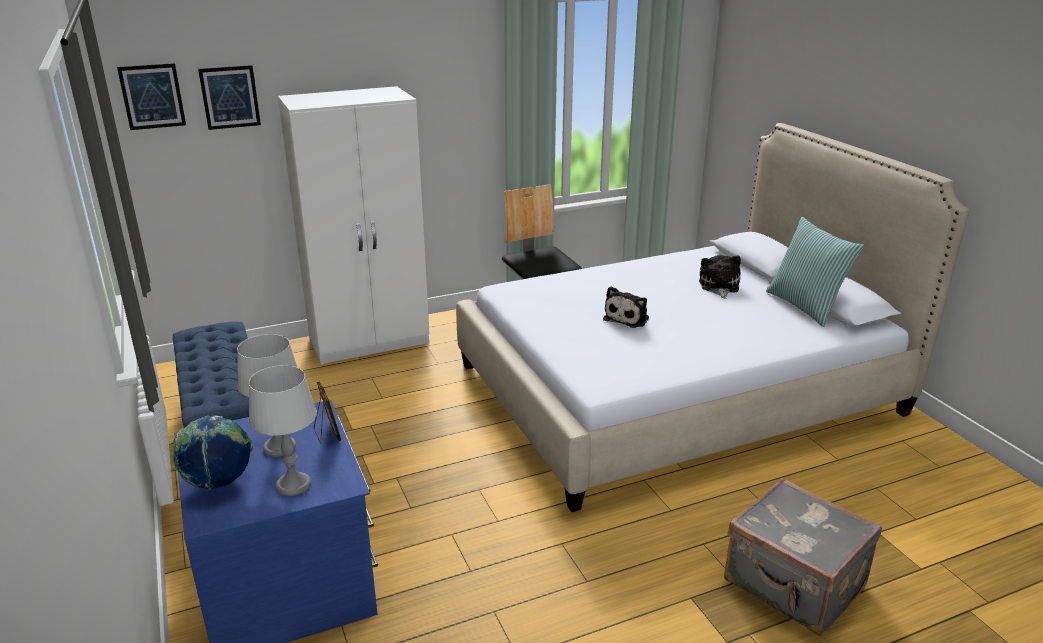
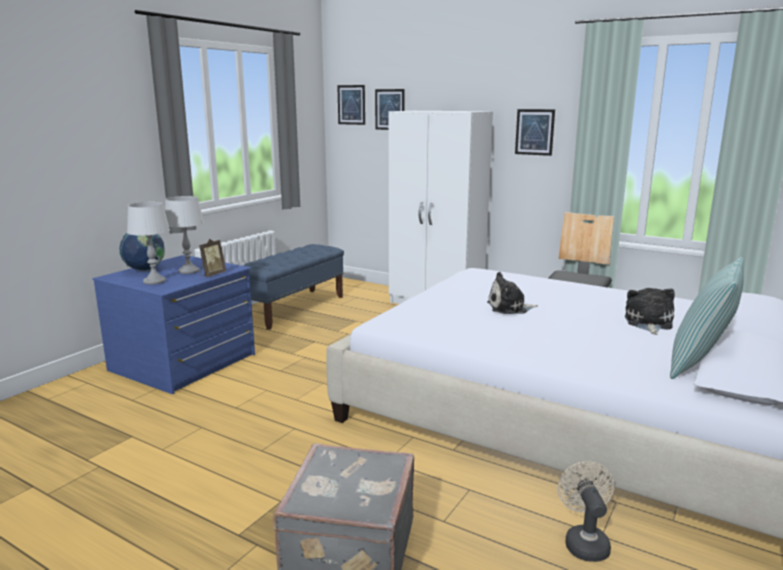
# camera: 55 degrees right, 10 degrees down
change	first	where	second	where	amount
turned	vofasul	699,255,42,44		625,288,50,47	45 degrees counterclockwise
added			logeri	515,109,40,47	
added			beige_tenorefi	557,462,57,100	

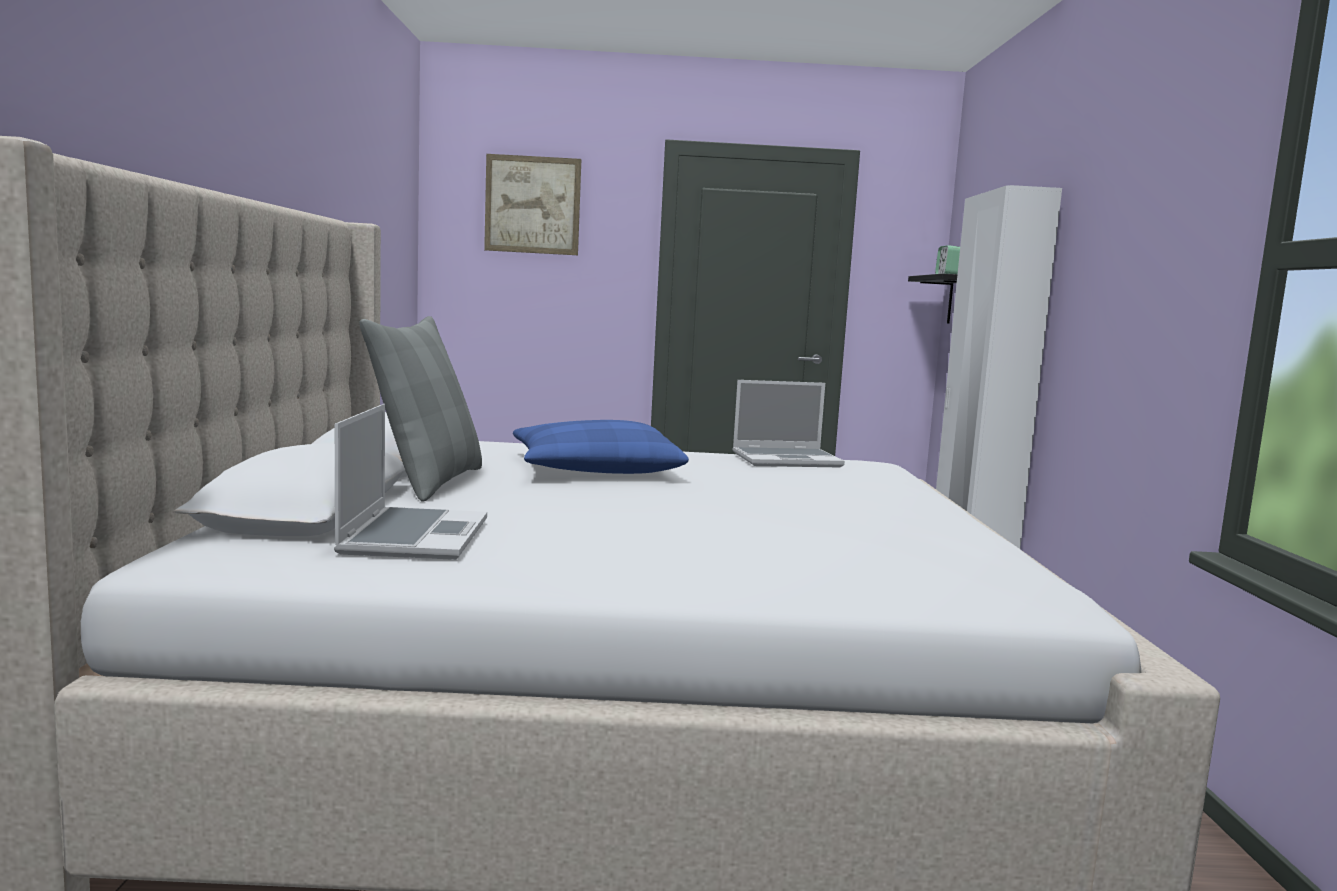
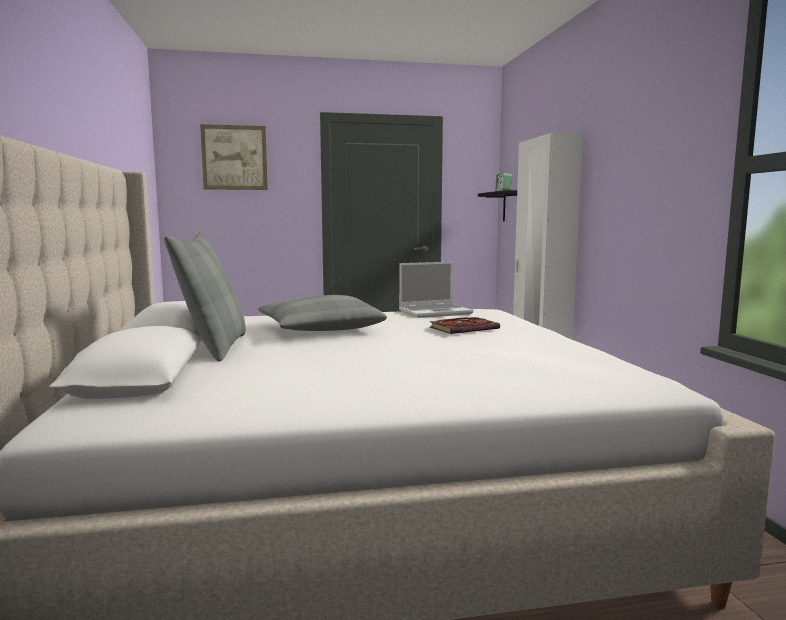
# camera: 10 degrees left, 0 degrees up
change	first	where	second	where	amount
removed	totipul	334,404,153,156			
recoloured	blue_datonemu	513,420,176,54	grey_datonemu	258,295,129,36	
added			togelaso	429,317,71,17	

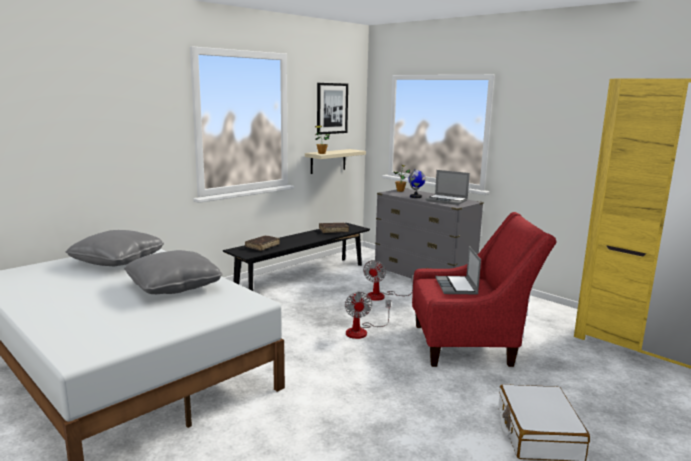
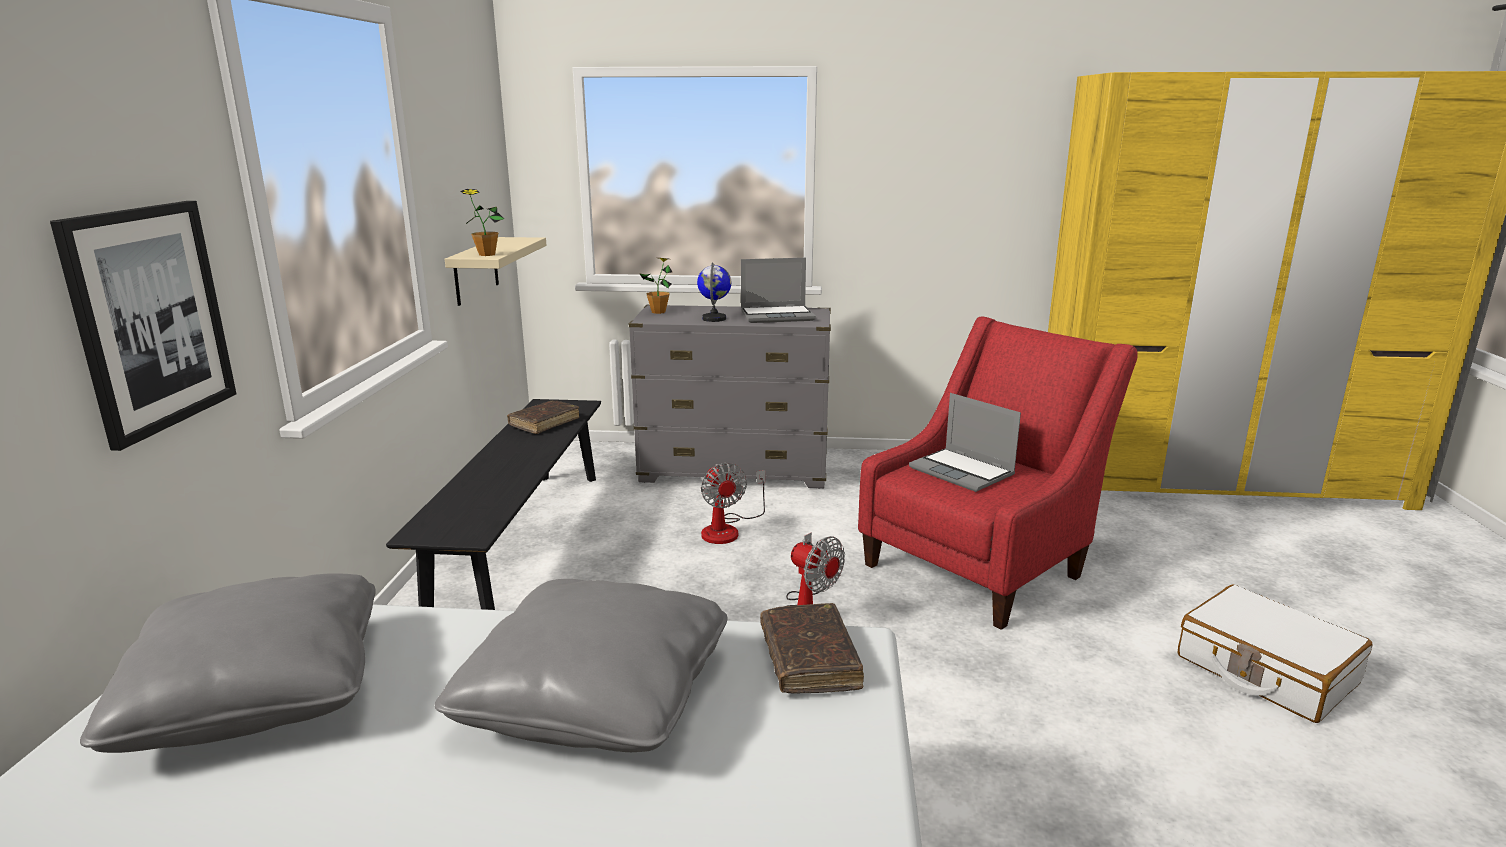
# camera: 40 degrees left, 5 degrees up
change	first	where	second	where	amount
moved	brown_togelaso	245,236,35,15		760,603,104,90	
moved	logeri	317,83,31,52		50,201,186,250	

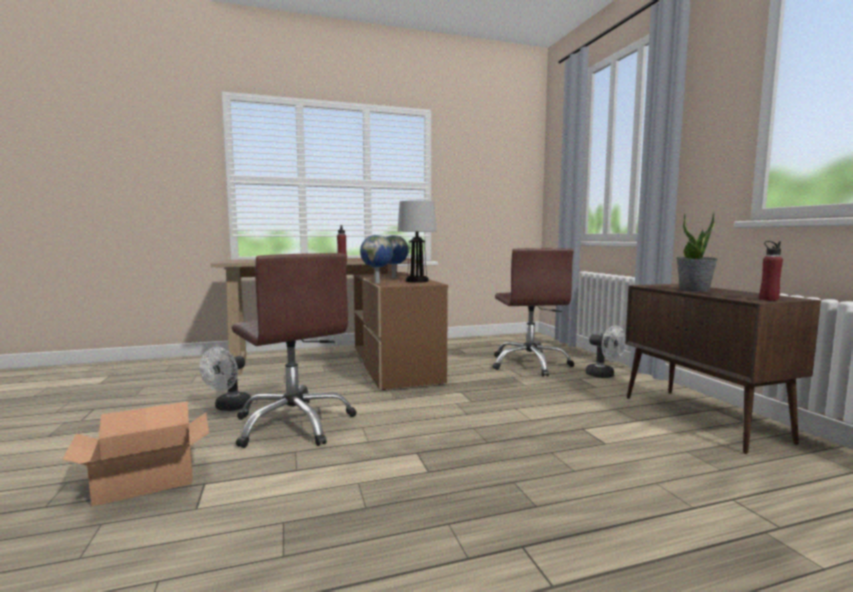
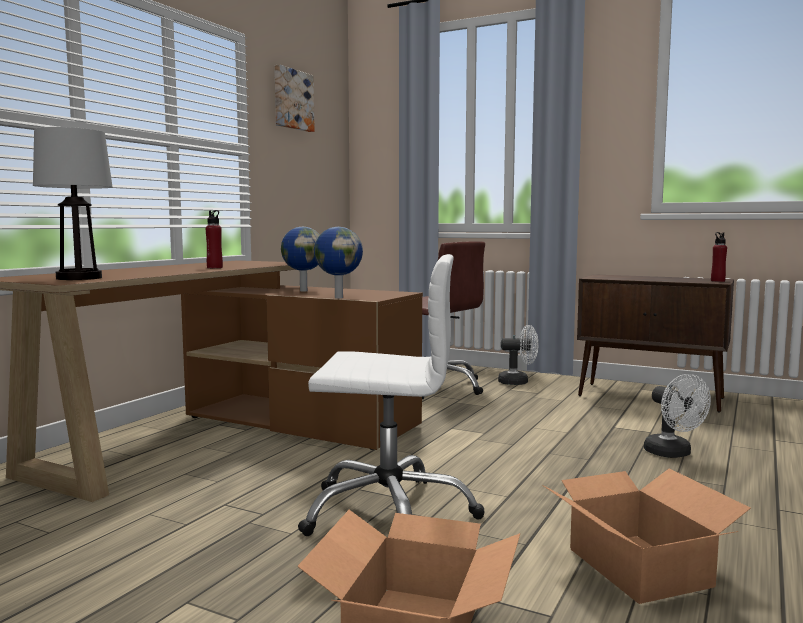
# camera: 45 degrees left, 0 degrees up
change	first	where	second	where	amount
moved	white_tenorefi	200,347,51,64		644,374,67,84	
recoloured	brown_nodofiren	232,253,124,195	white_nodofiren	298,254,187,282	
moved	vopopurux	397,200,39,83		33,127,79,153	
removed	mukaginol	676,210,42,82			
added			logeri	274,64,41,68	
added			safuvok	542,468,209,136	

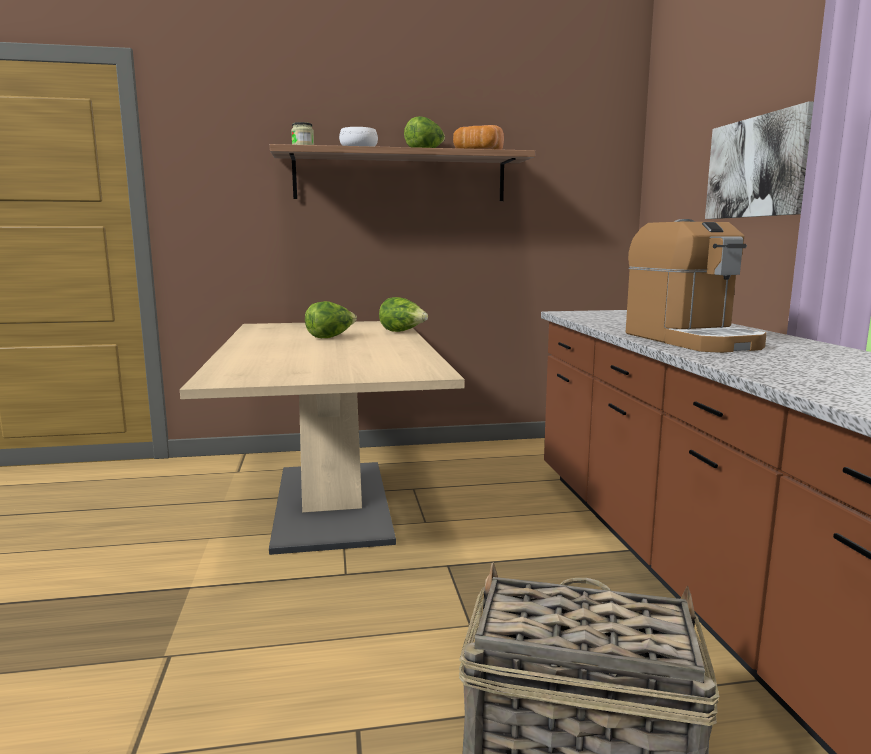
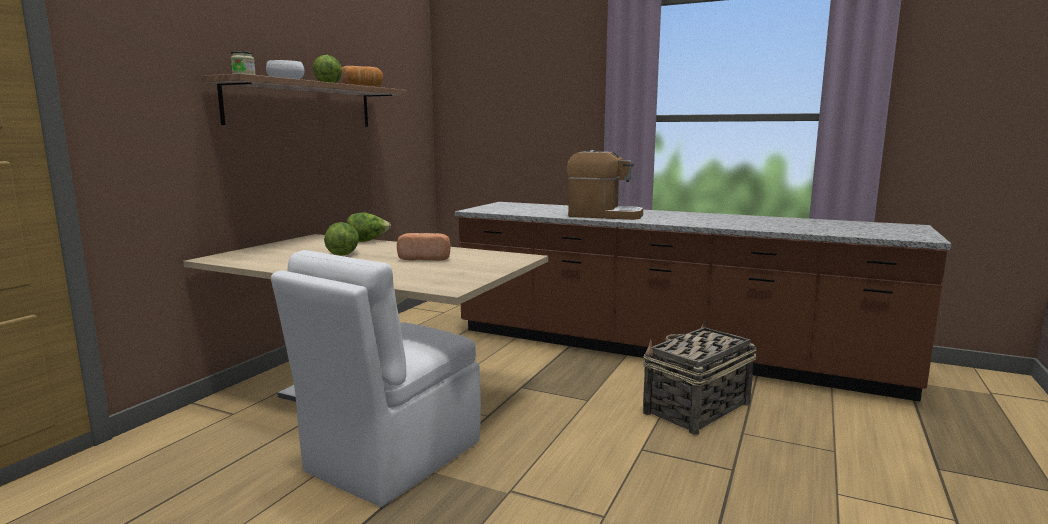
# camera: 55 degrees left, 0 degrees up
change	first	where	second	where	amount
removed	logeri	705,101,109,118			
added			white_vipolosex	271,250,210,257	
added			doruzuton	397,233,53,28	

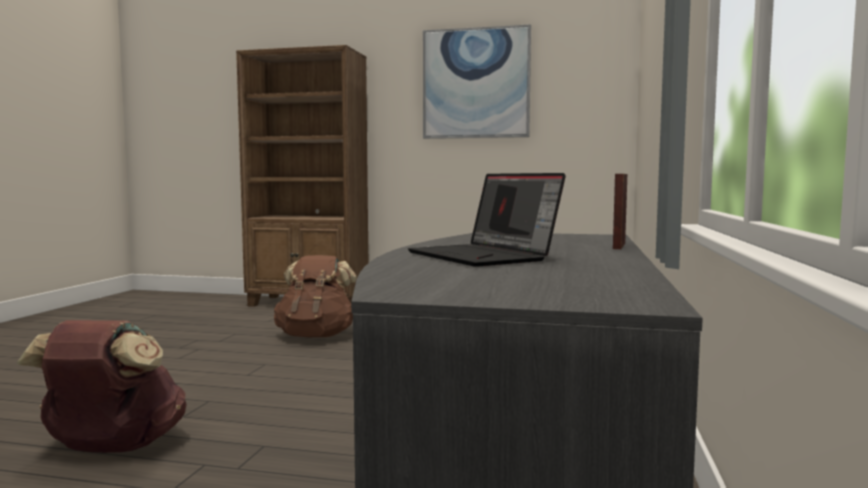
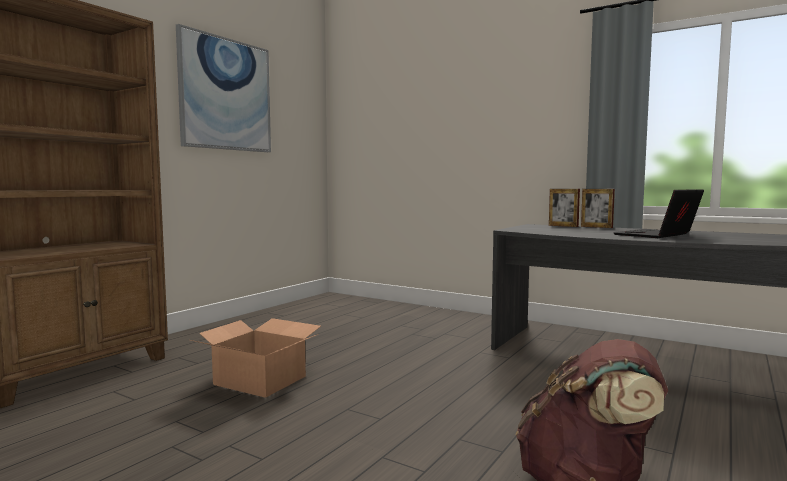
# camera: 70 degrees left, 0 degrees up
change	first	where	second	where	amount
replaced	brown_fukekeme	274,255,83,82	safuvok	191,318,130,80	
turned	totipul	408,173,158,94		613,189,91,49	150 degrees clockwise
added			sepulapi	549,189,31,38	

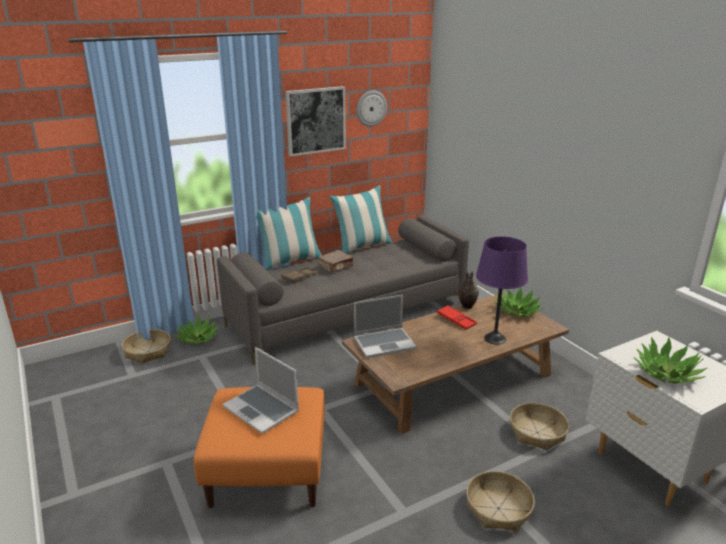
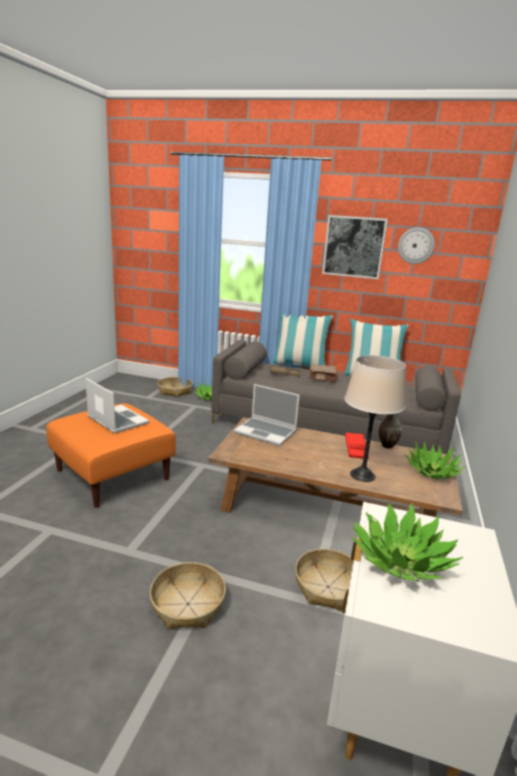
# camera: 45 degrees right, 5 degrees down
change	first	where	second	where	amount
turned	totipul	222,347,77,87		85,378,64,56	135 degrees clockwise
recoloured	purple_vopopurux	476,236,52,109	beige_vopopurux	344,355,62,127	

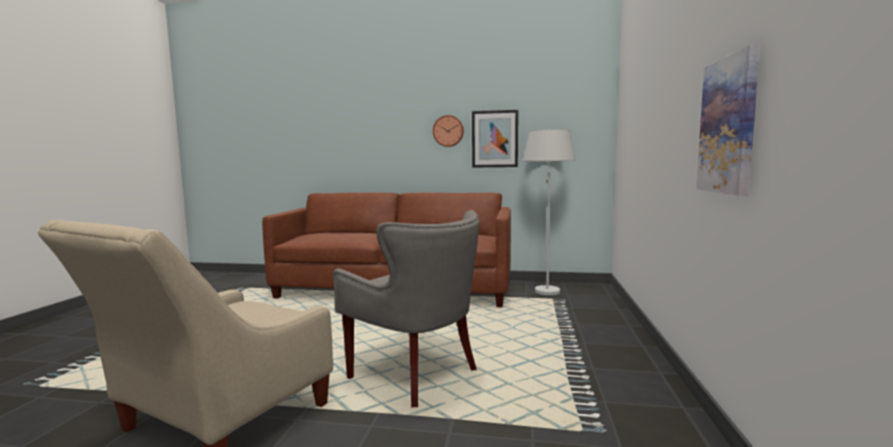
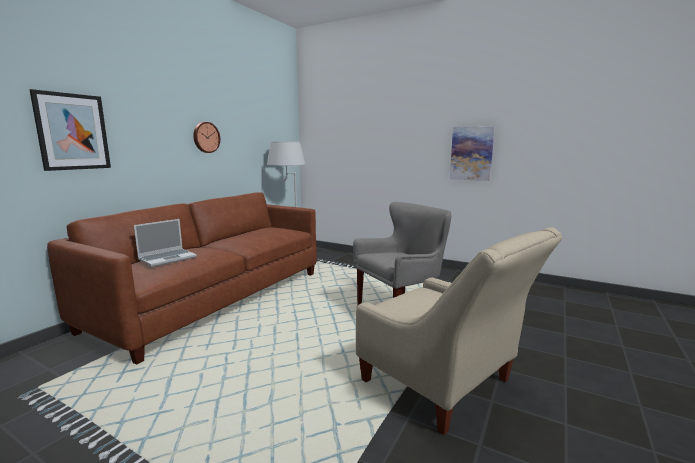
# camera: 70 degrees left, 5 degrees up
change	first	where	second	where	amount
moved	logeri	472,110,46,58		29,89,82,82	
added			totipul	134,219,63,48	

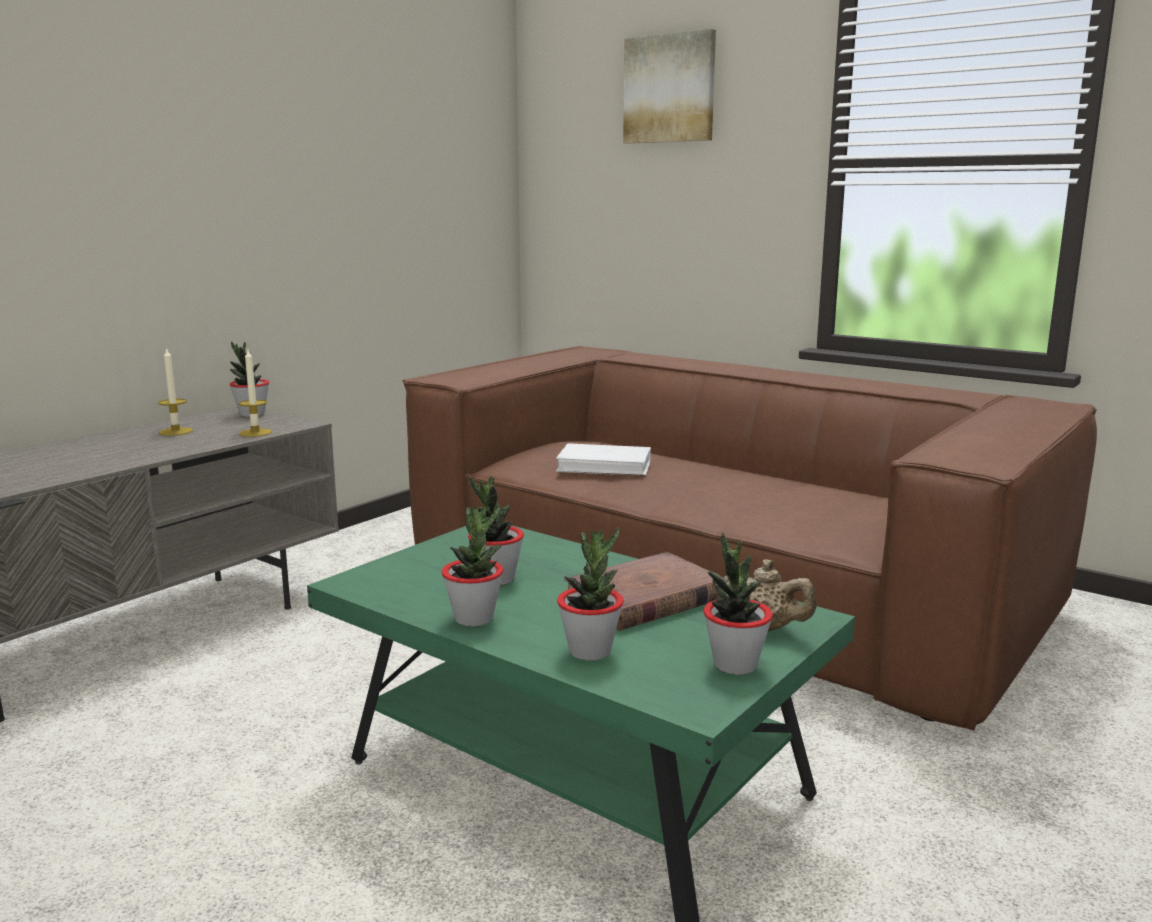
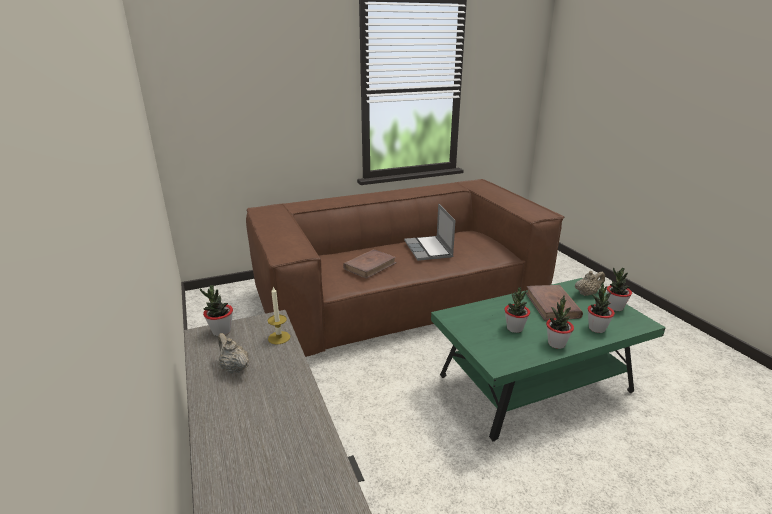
# camera: 60 degrees left, 10 degrees up
change	first	where	second	where	amount
replaced	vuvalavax	158,347,35,89	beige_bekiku	218,333,31,40	
recoloured	white_togelaso	556,443,95,33	brown_togelaso	343,249,54,30	
removed	logeri	623,29,93,115			
added			totipul	404,204,52,57	

